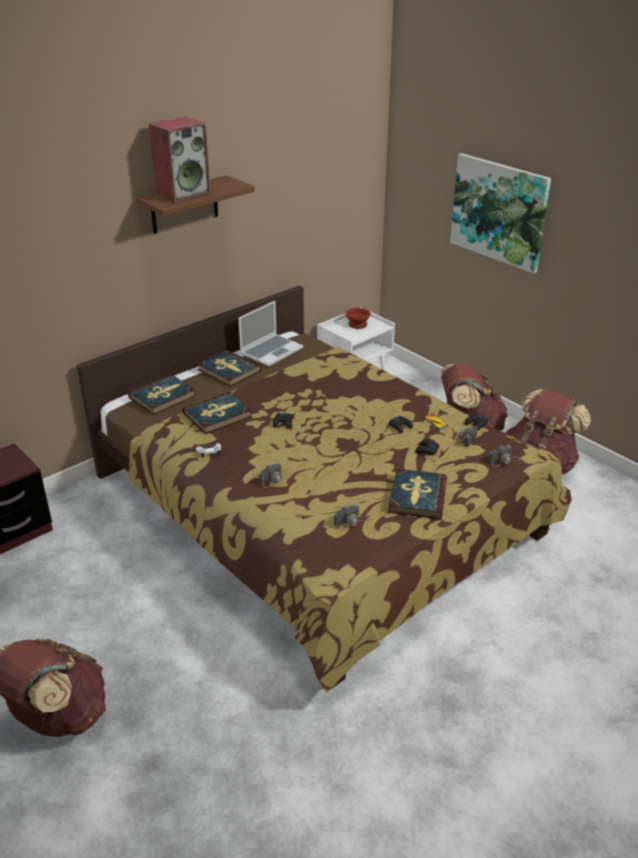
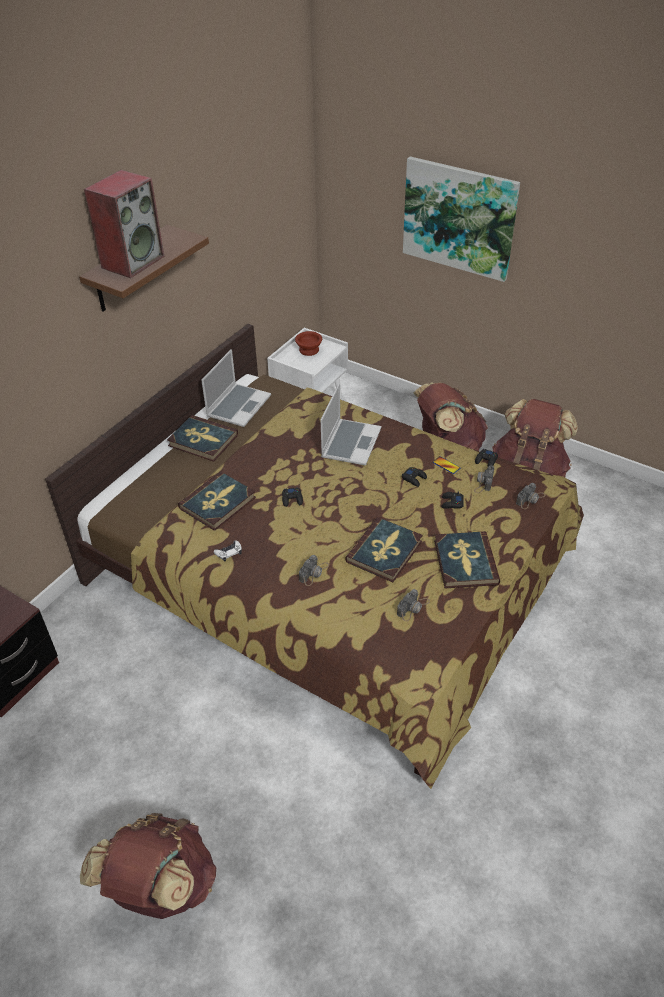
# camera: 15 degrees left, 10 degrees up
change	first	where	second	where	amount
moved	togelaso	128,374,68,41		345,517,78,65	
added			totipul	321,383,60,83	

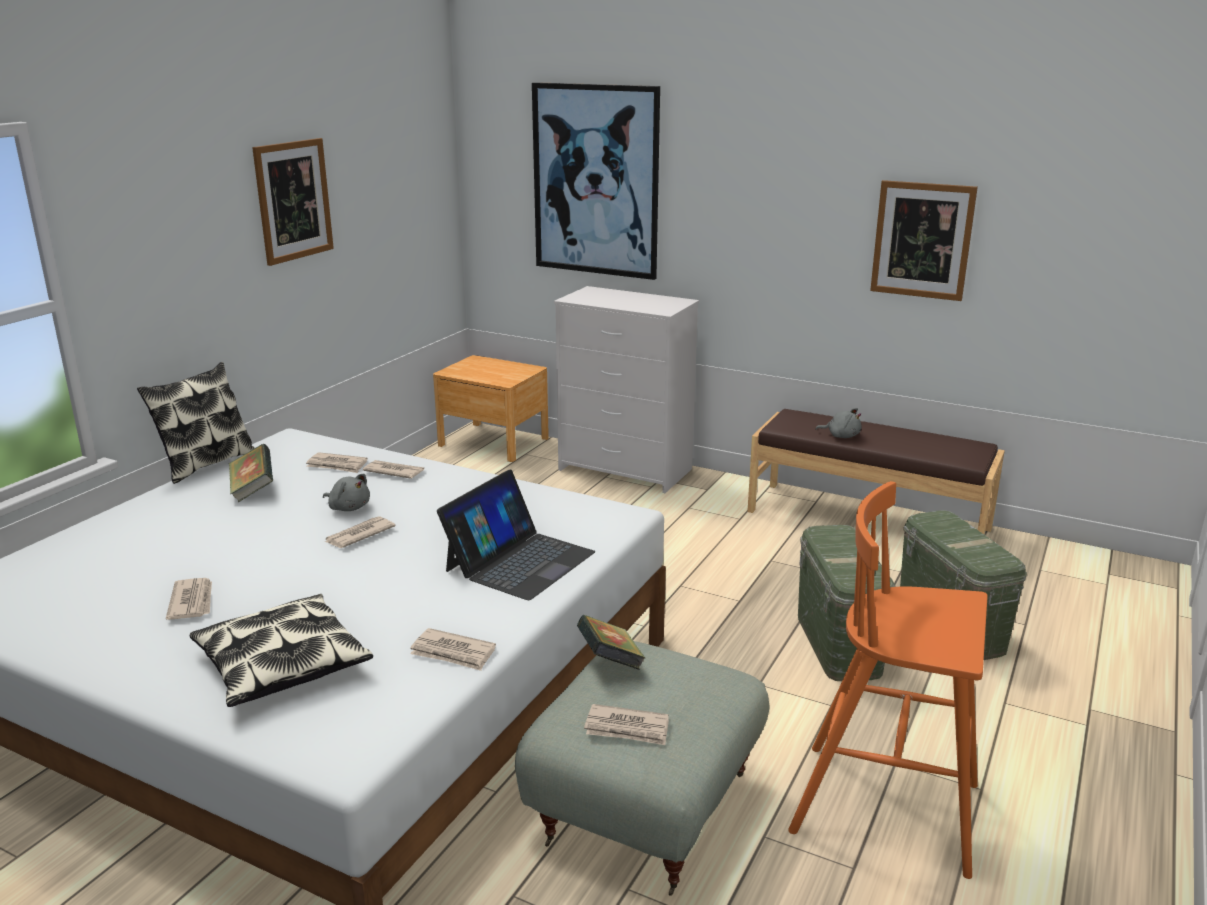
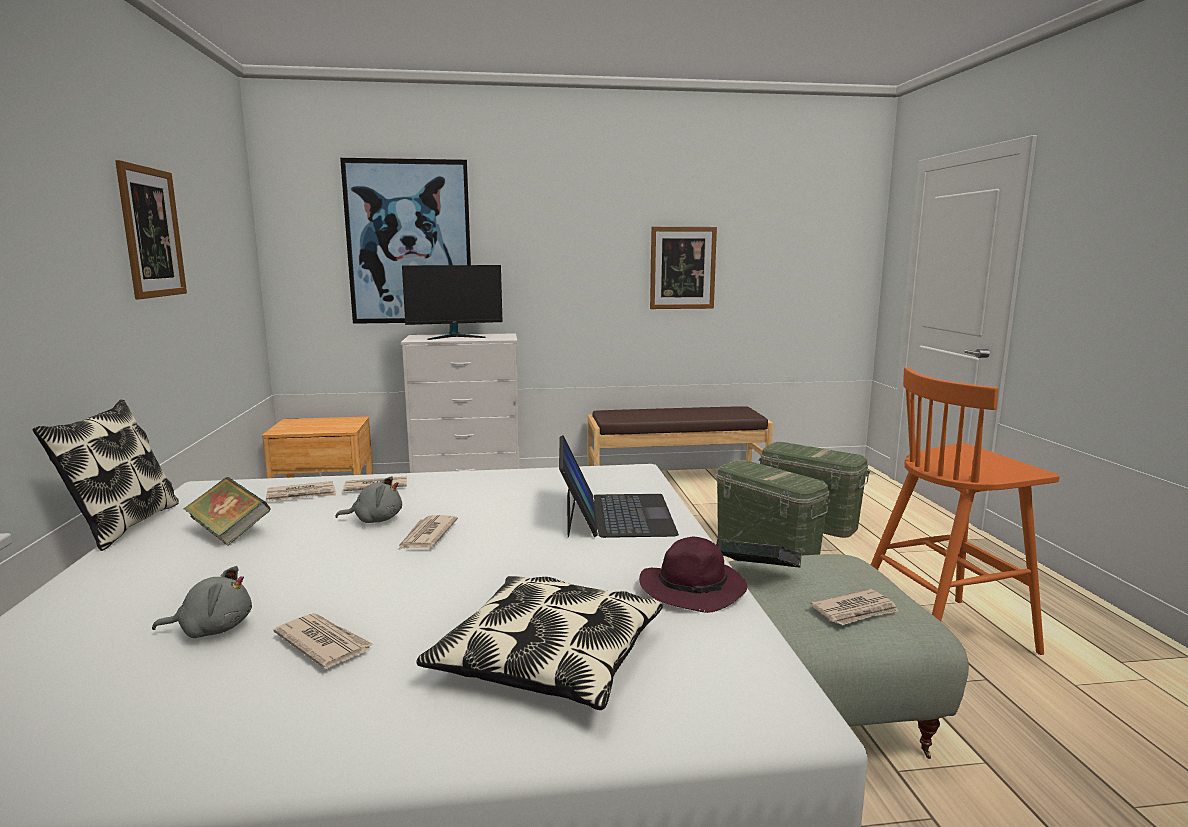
# camera: 35 degrees left, 10 degrees down
change	first	where	second	where	amount
replaced	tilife	410,628,86,43	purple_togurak	639,537,108,76	
moved	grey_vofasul	815,408,47,30		152,566,100,72	
added			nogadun	402,265,101,75	

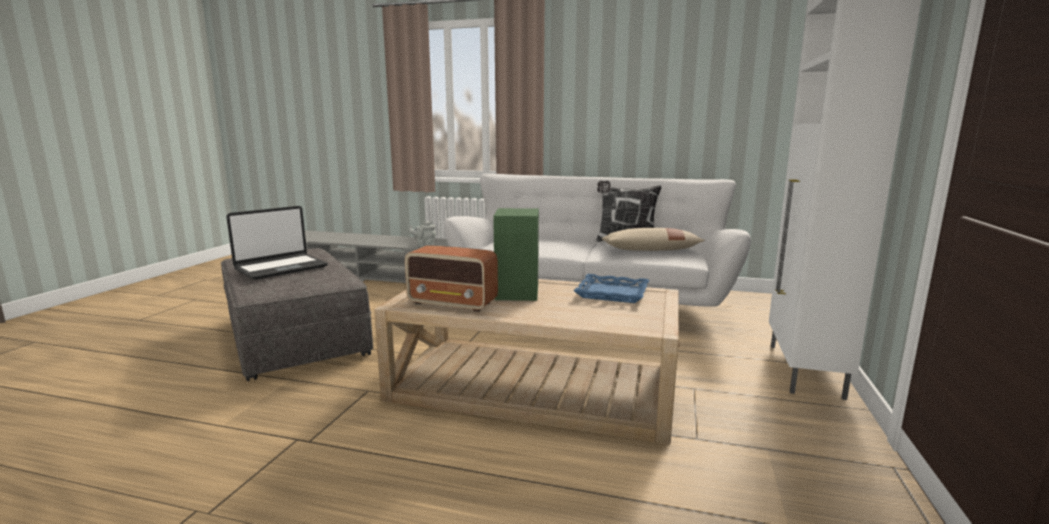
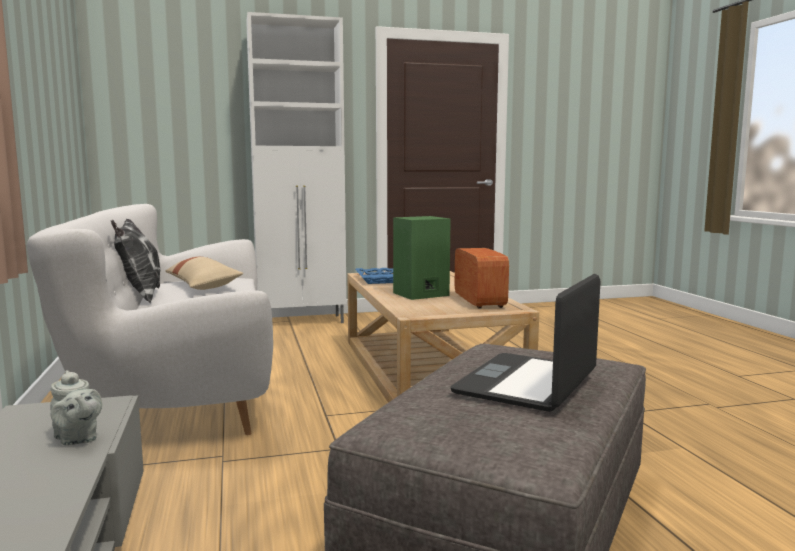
# camera: 120 degrees left, 5 degrees down
change	first	where	second	where	amount
turned	totipul	226,206,102,74		451,274,150,138	75 degrees counterclockwise

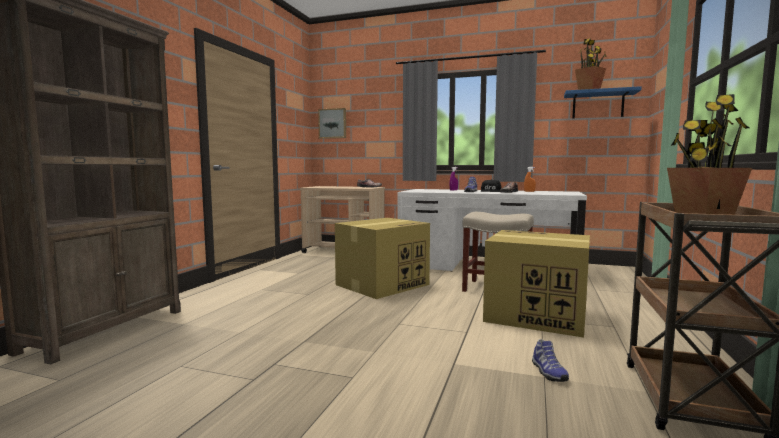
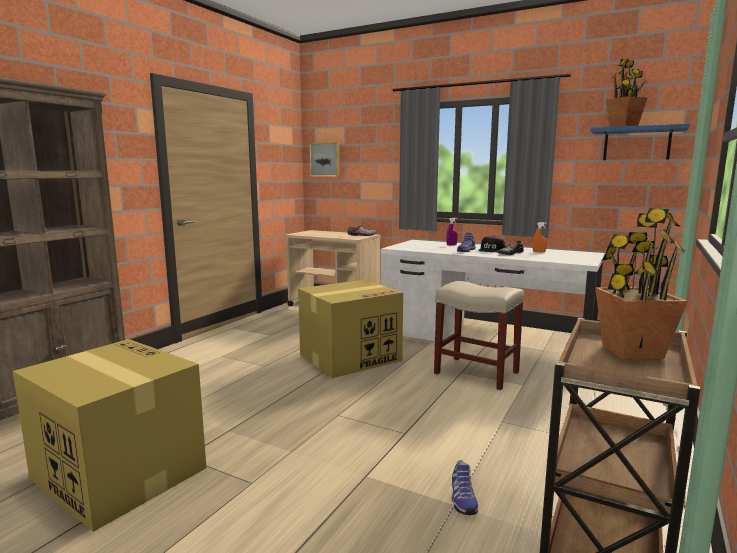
# camera: 10 degrees right, 5 degrees up
change	first	where	second	where	amount
moved	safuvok	483,230,107,107		13,339,193,193	

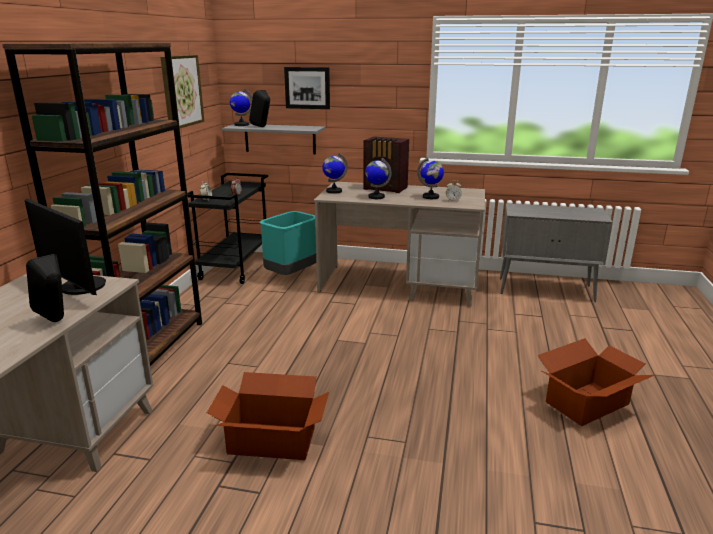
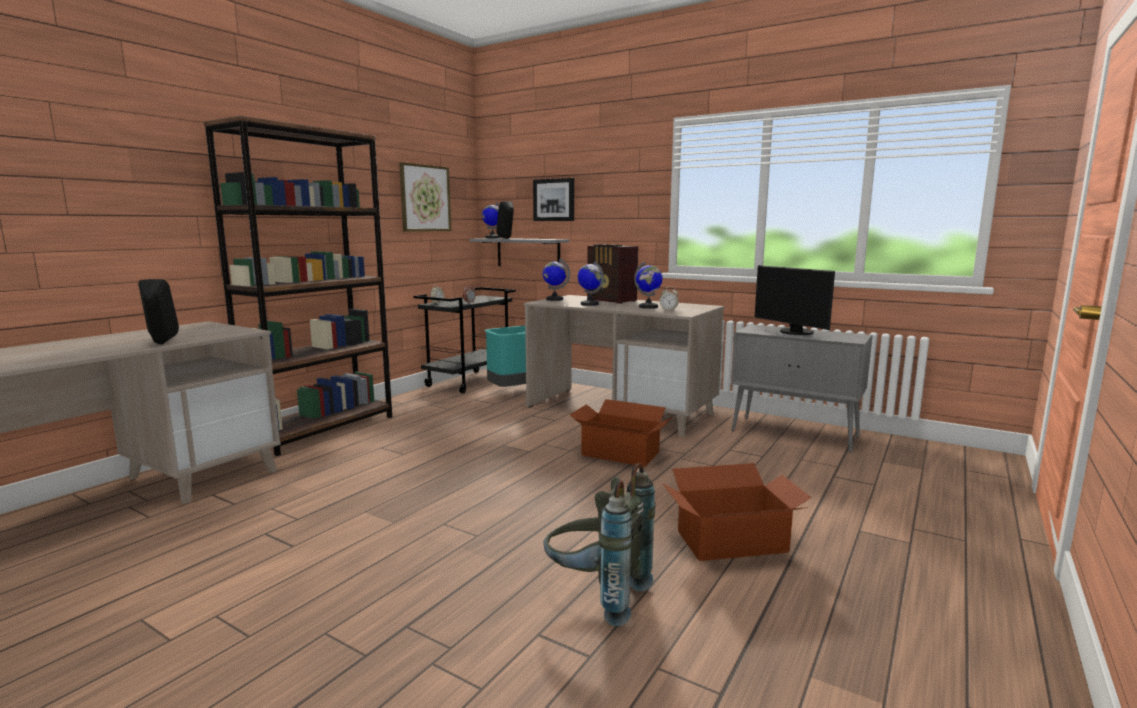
# camera: 20 degrees right, 10 degrees down
change	first	where	second	where	amount
moved	nogadun	24,199,82,96		755,265,80,70	
moved	safuvok	207,372,122,88		570,399,103,68	
added			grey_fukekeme	544,463,112,163	

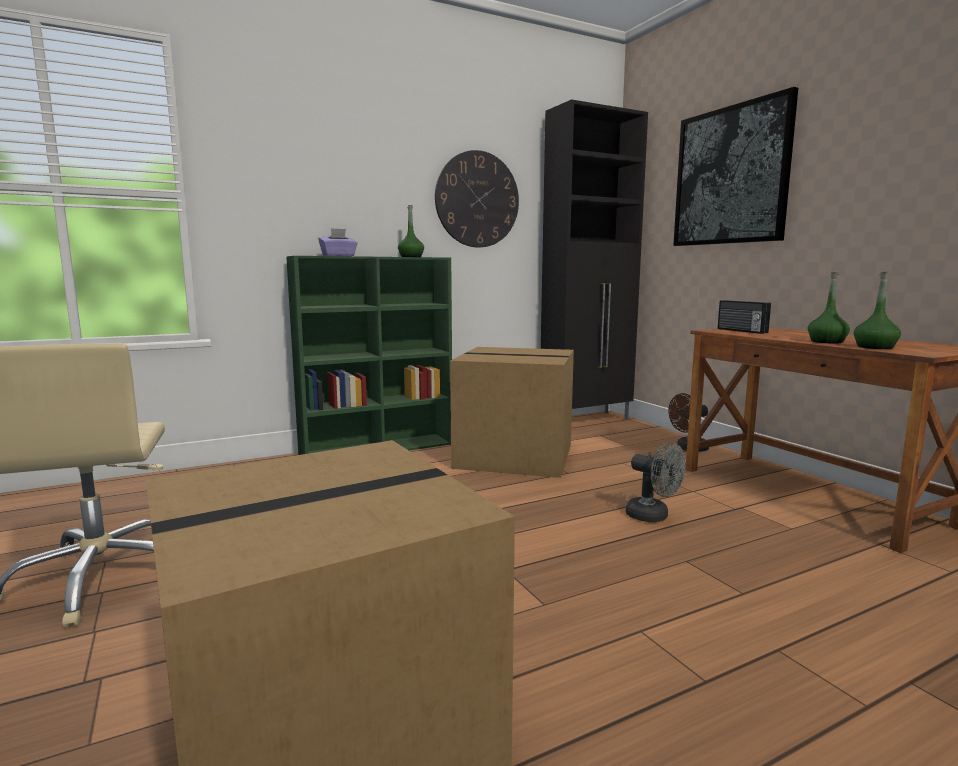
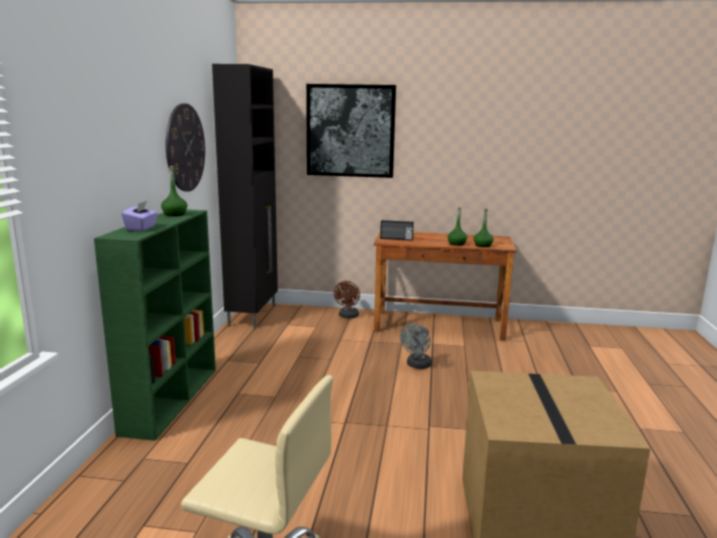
# camera: 55 degrees left, 5 degrees up
change	first	where	second	where	amount
removed	safuvok	450,347,124,131			
turned	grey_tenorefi	625,442,61,80		400,323,32,46	135 degrees clockwise

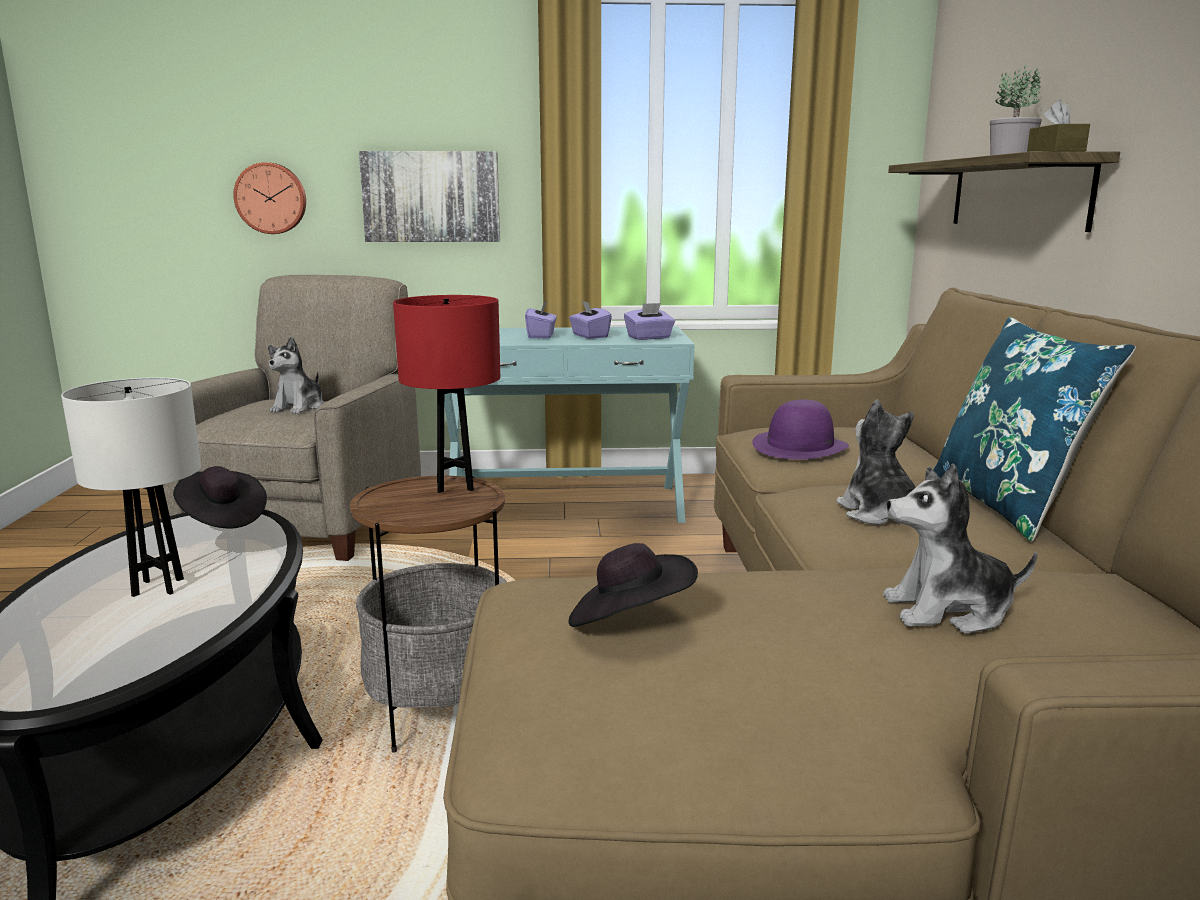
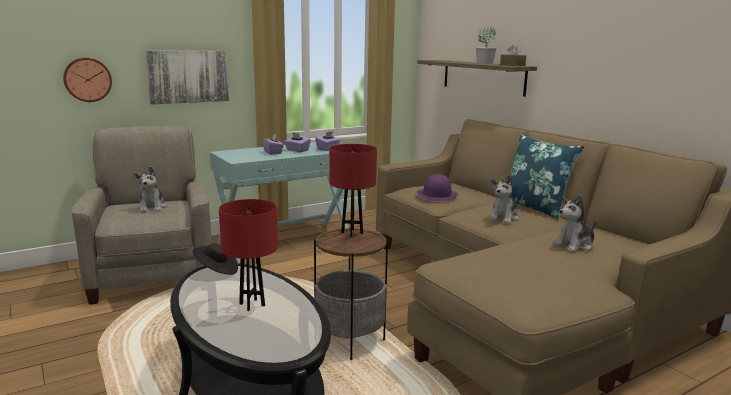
# camera: 30 degrees left, 0 degrees up
change	first	where	second	where	amount
recoloured	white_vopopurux	61,377,140,220	red_vopopurux	219,199,59,112	
removed	black_togurak	568,543,130,84			
turned	vofasul	836,399,80,126		489,175,30,49	105 degrees counterclockwise

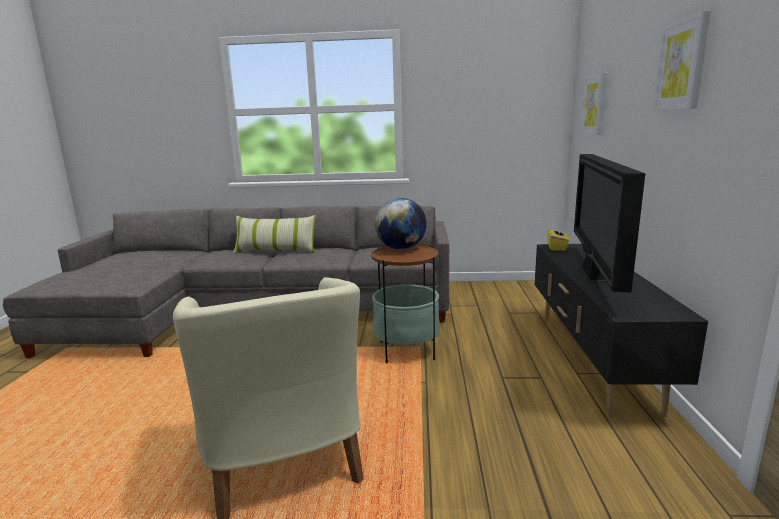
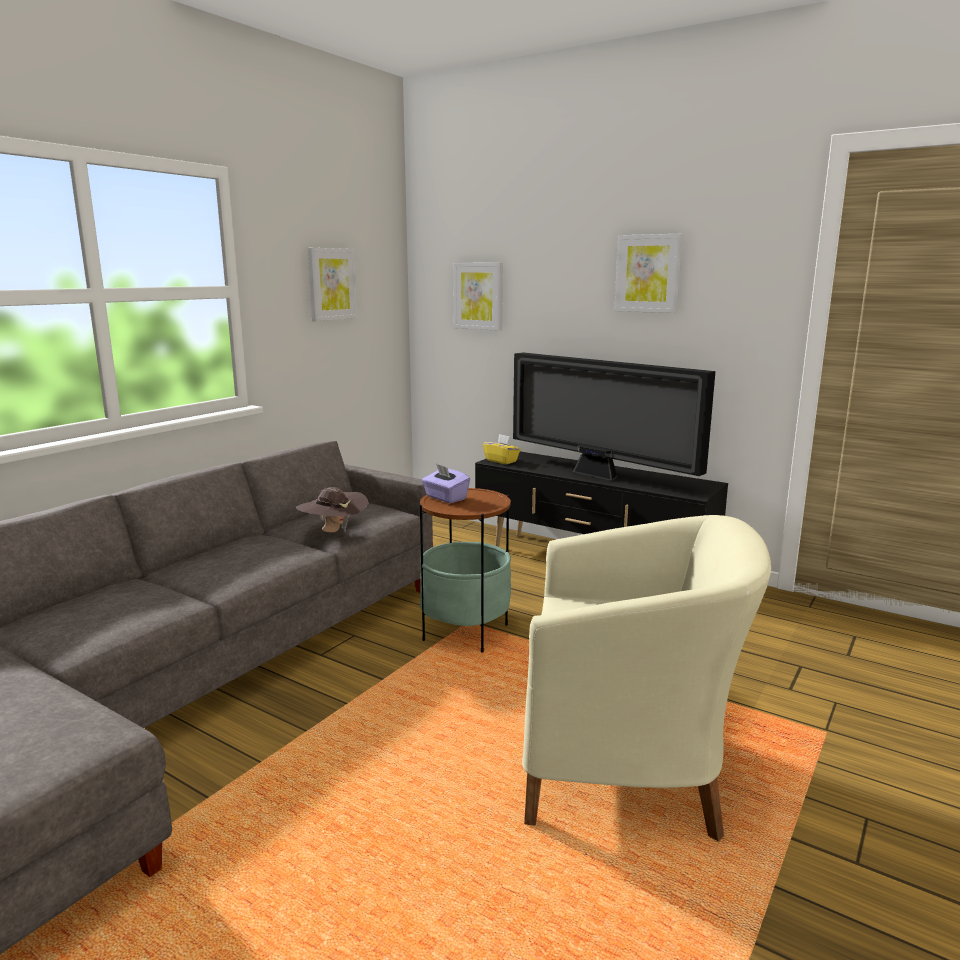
# camera: 60 degrees left, 0 degrees up
change	first	where	second	where	amount
removed	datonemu	233,215,83,39			
replaced	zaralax	375,198,52,52	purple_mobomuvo	422,464,48,39	
added			brown_togurak	296,487,73,46	
added			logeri	308,248,49,73	

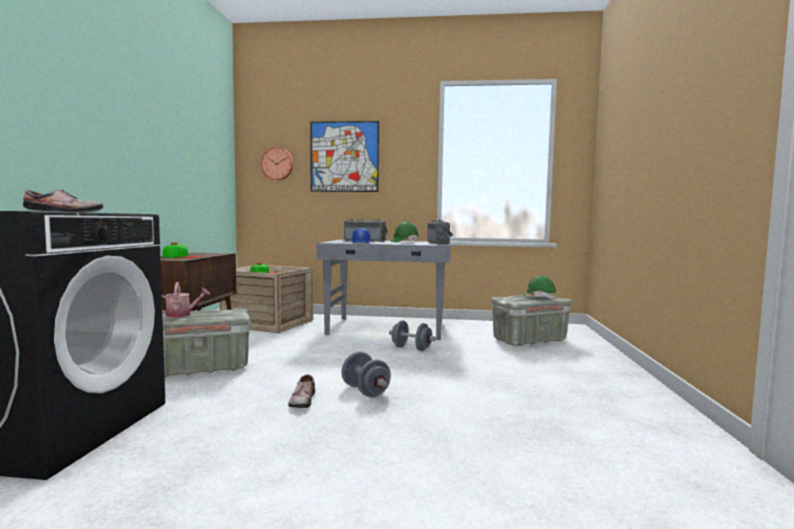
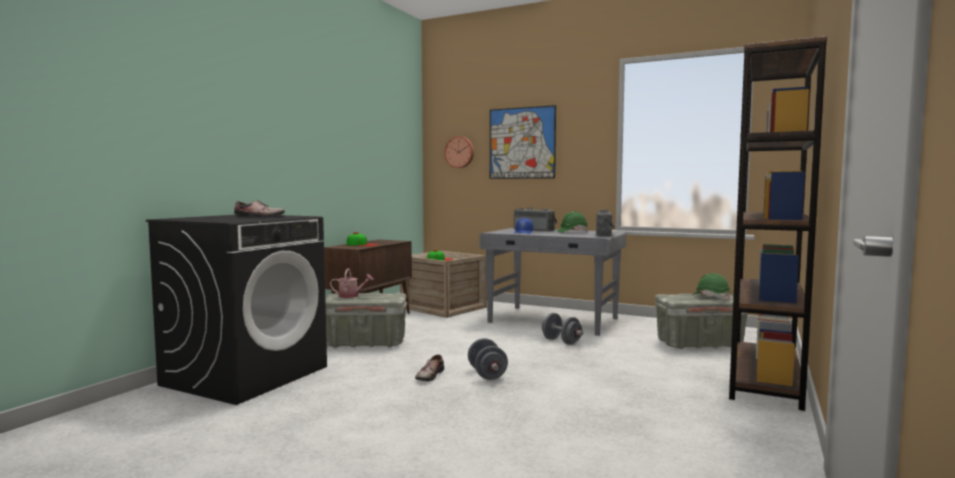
# camera: 20 degrees right, 0 degrees up
change	first	where	second	where	amount
added			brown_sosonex	729,36,98,375	

